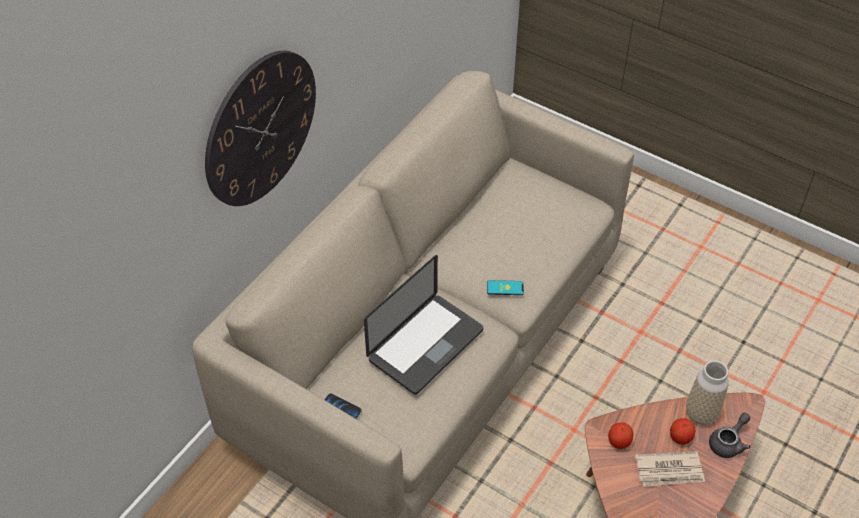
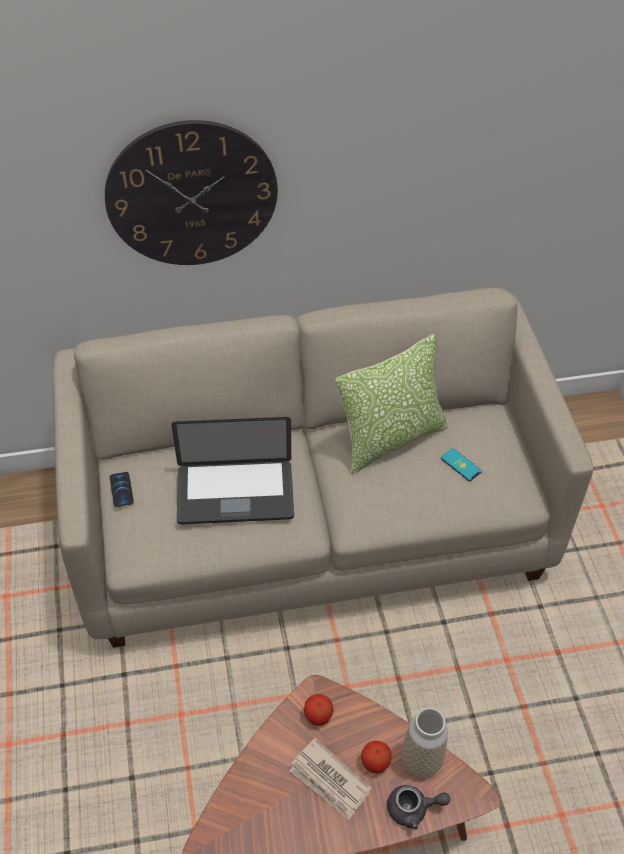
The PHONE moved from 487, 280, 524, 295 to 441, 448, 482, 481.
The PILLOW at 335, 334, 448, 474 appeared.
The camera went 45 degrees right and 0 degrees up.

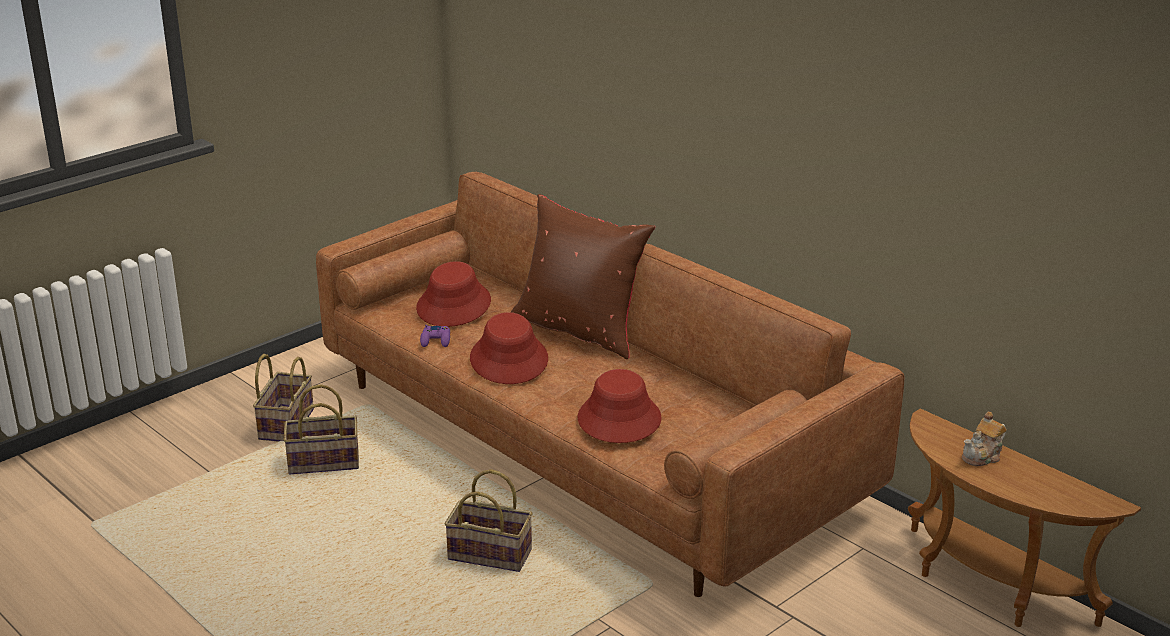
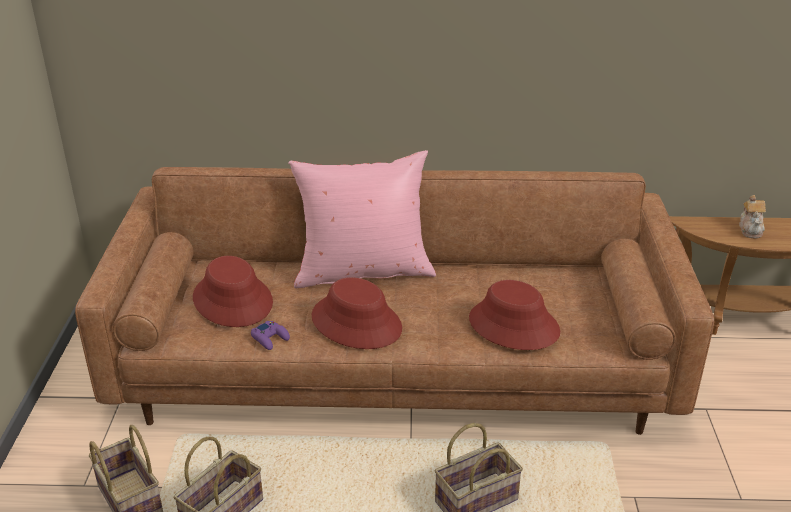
The BROWN PILLOW at 511, 194, 655, 359 became the PINK PILLOW at 288, 150, 436, 288.
The camera went 45 degrees left and 5 degrees up.

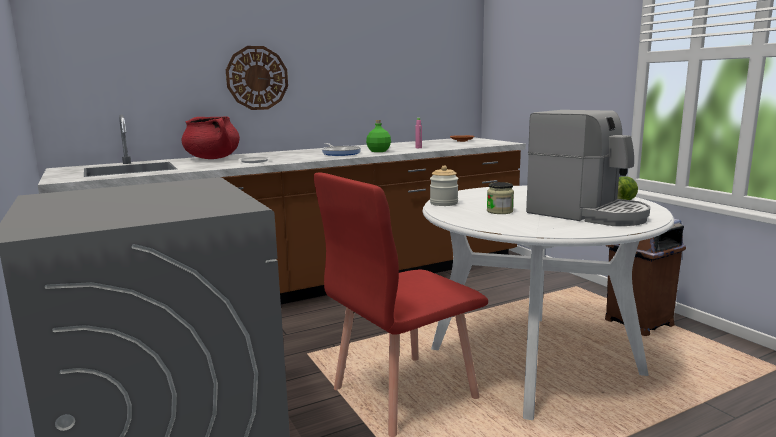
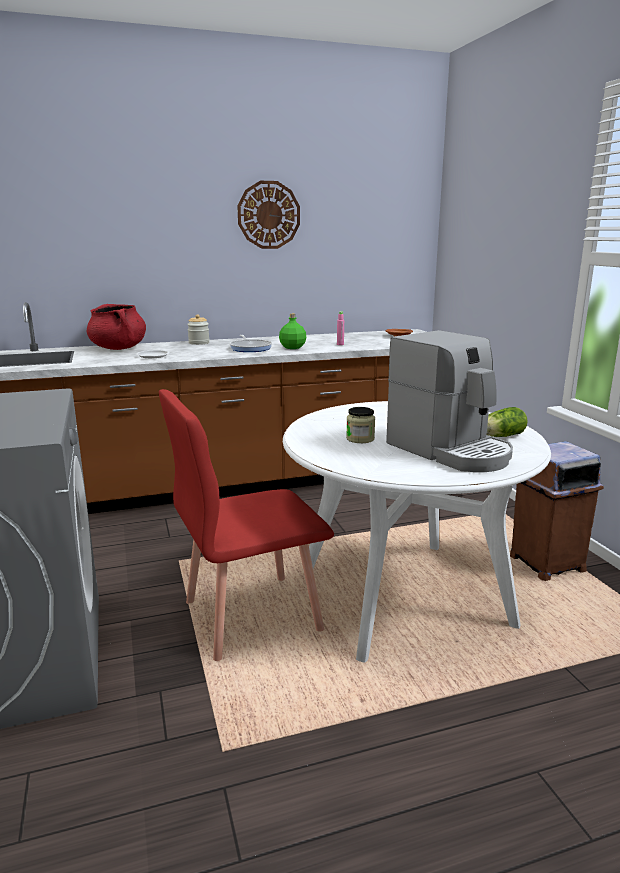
The WALL CLOCK moved from 226, 46, 288, 110 to 237, 181, 300, 249.
The JAR moved from 430, 165, 458, 206 to 187, 314, 210, 345.
The camera went 10 degrees right and 5 degrees up.

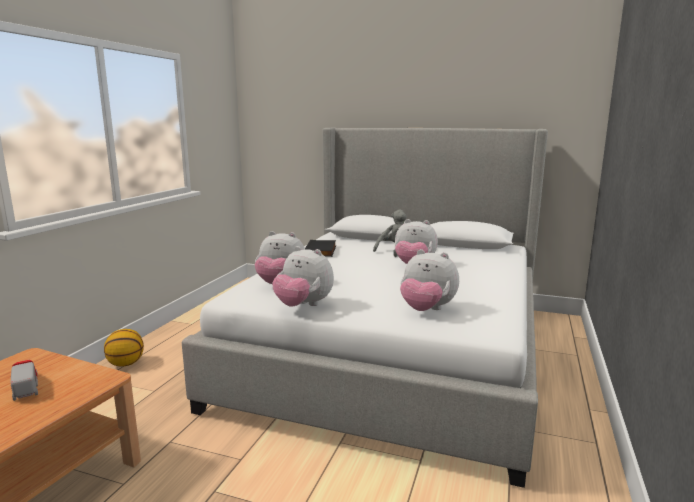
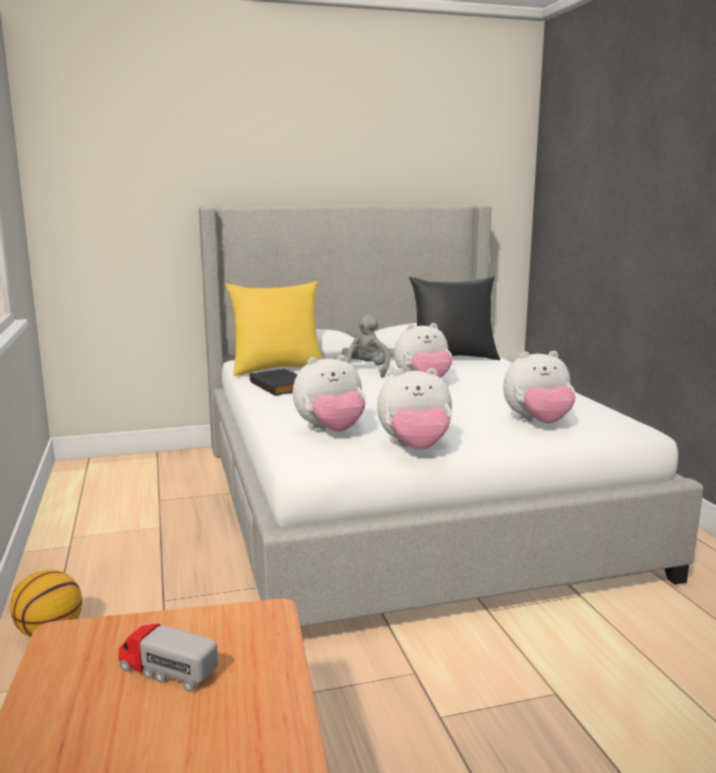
The BLACK PILLOW at 409, 276, 500, 360 appeared.
The YELLOW PILLOW at 225, 281, 323, 376 appeared.
The camera went 35 degrees left and 0 degrees up.

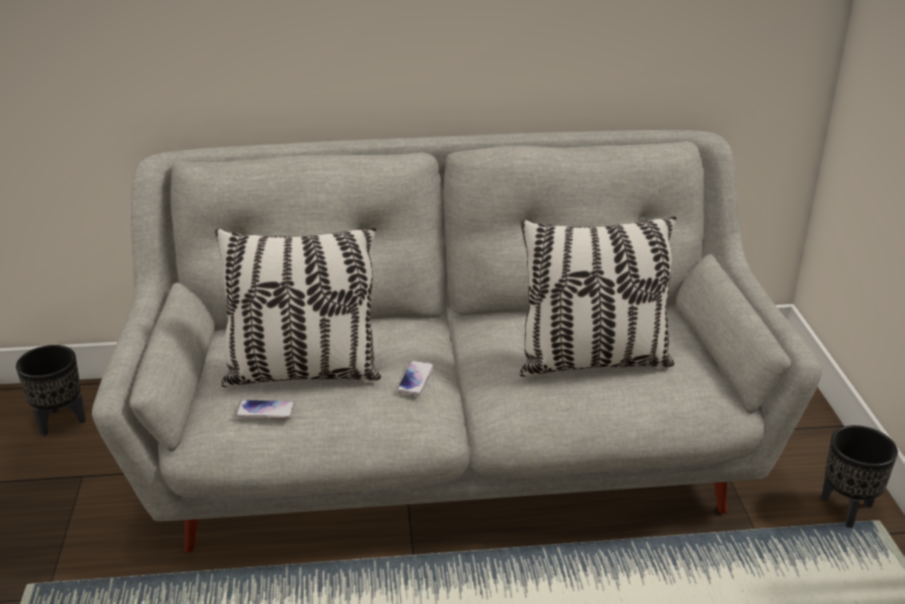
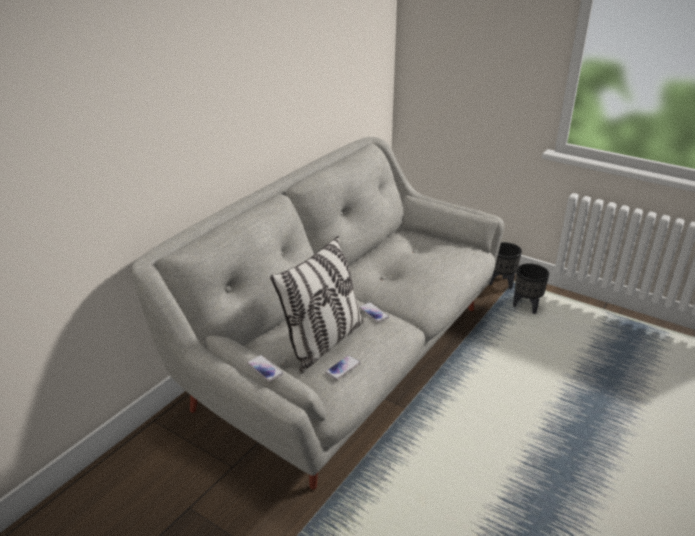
The PILLOW at 519, 216, 676, 377 disappeared.
The BLACK PLANTER moved from 16, 345, 86, 436 to 513, 263, 549, 314.
The PHONE at 247, 355, 284, 382 appeared.
The camera went 50 degrees left and 0 degrees up.

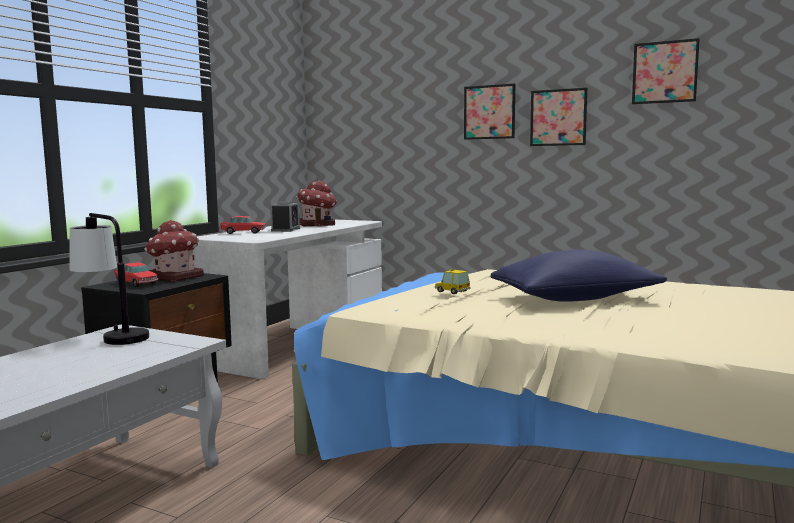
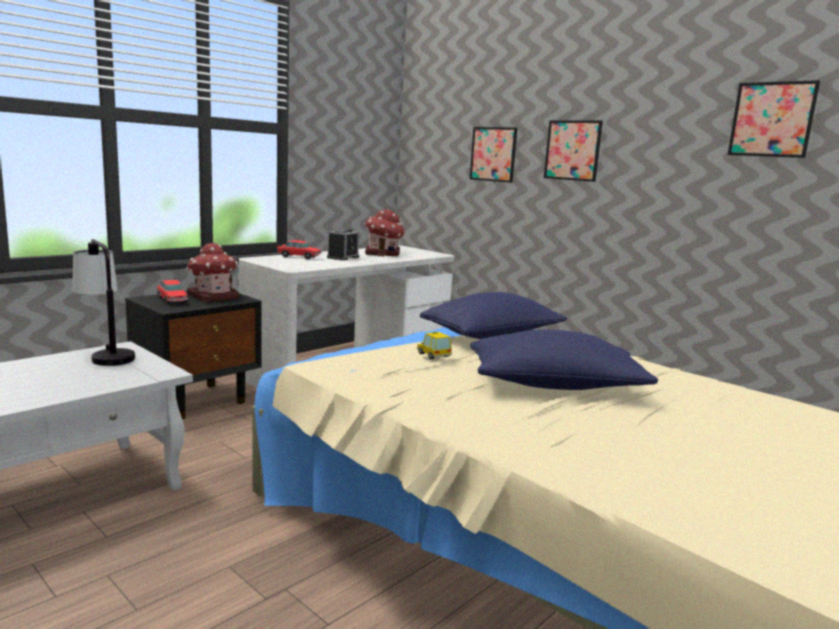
The PICTURE moved from 530, 88, 587, 146 to 470, 127, 517, 183.
The BLUE PILLOW at 420, 292, 567, 339 appeared.
The camera went 15 degrees right and 5 degrees up.

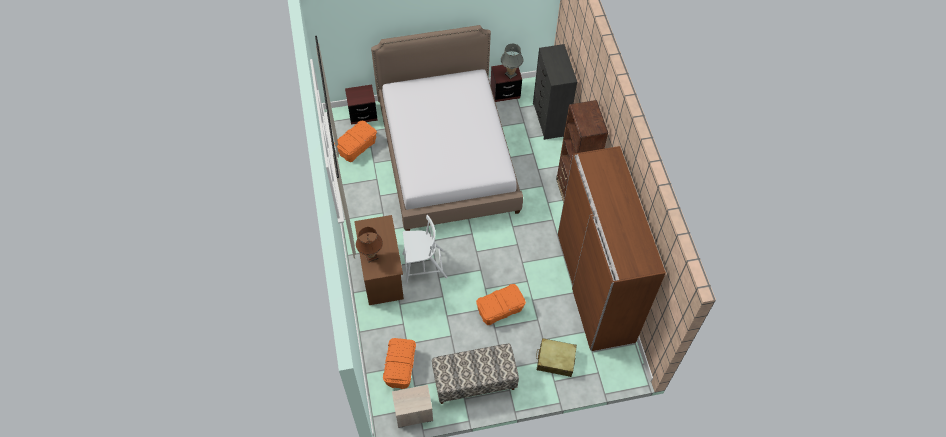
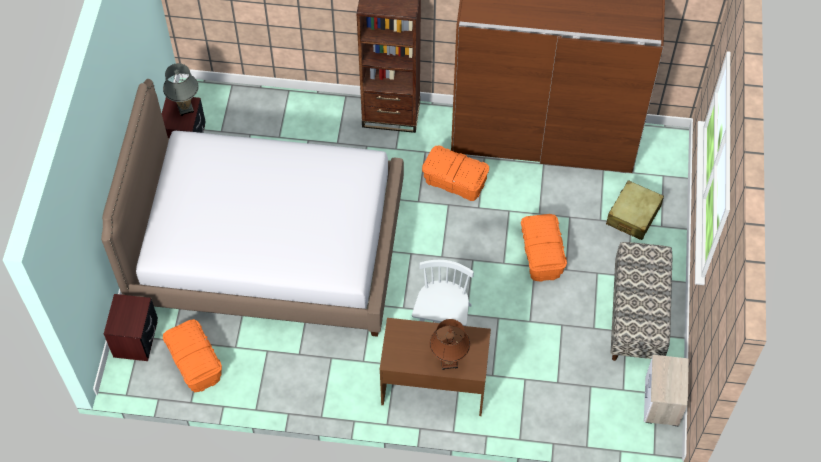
The BLACK DRESSER at 533, 44, 577, 140 disappeared.
The ORANGE STORAGE BOX moved from 383, 338, 416, 389 to 422, 146, 489, 201.
The camera went 70 degrees left and 0 degrees up.

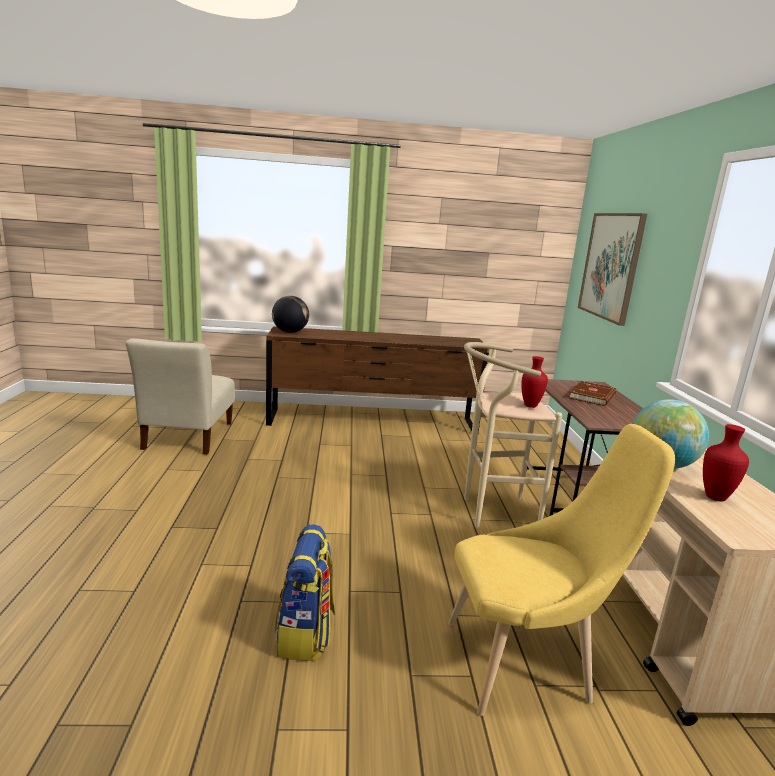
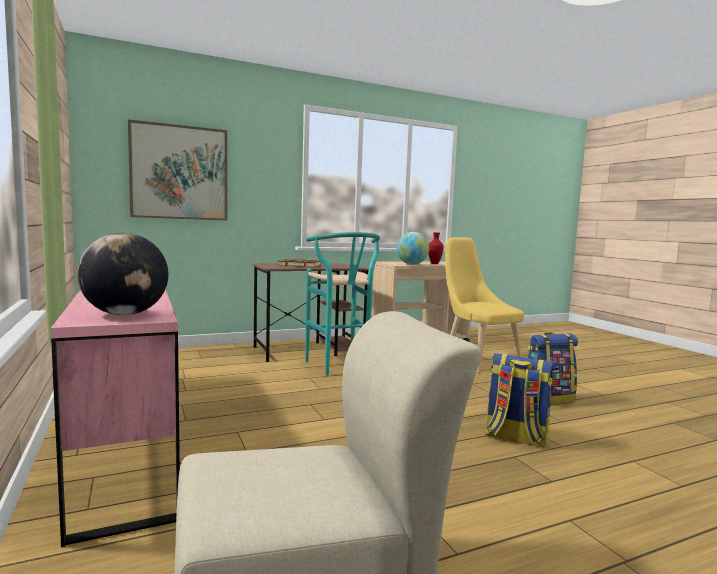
The BROWN DRESSER at 266, 326, 489, 433 became the PINK DRESSER at 51, 289, 180, 547.
The BEIGE STOOL at 464, 342, 562, 528 became the TURQUOISE STOOL at 305, 232, 380, 376.
The RED VASE at 521, 356, 548, 408 disappeared.
The BACKPACK at 485, 353, 554, 447 appeared.
The camera went 110 degrees left and 10 degrees down.

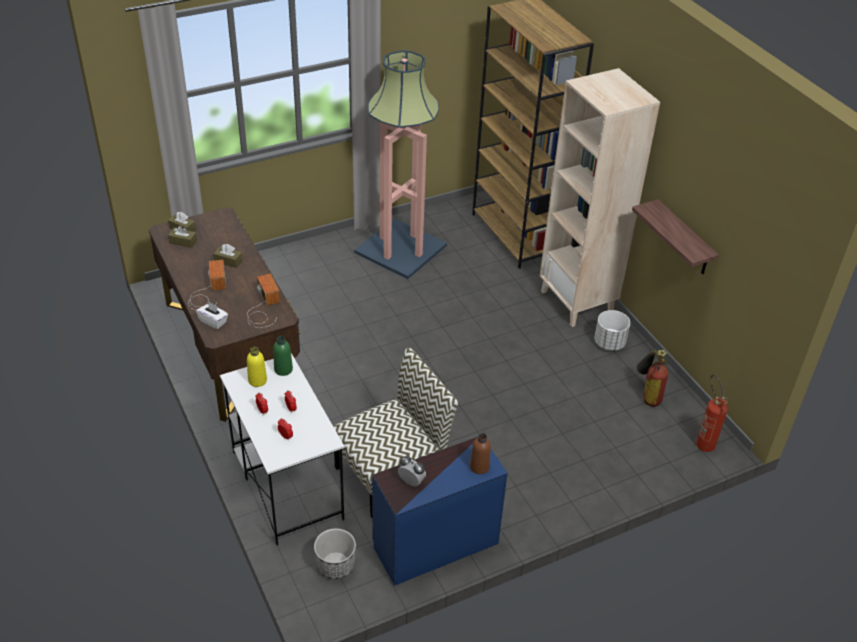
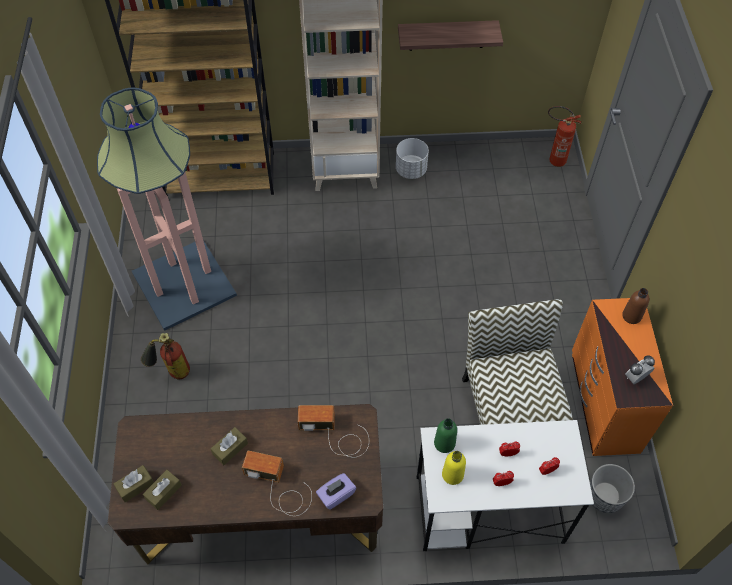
The WHITE TISSUE BOX at 196, 302, 228, 329 became the PURPLE TISSUE BOX at 316, 473, 356, 510.
The FIRE EXTINGUISHER moved from 636, 350, 668, 407 to 141, 333, 190, 379.
The BLUE DRESSER at 372, 437, 508, 586 became the ORANGE DRESSER at 572, 298, 673, 456.
The camera went 65 degrees left and 15 degrees up.

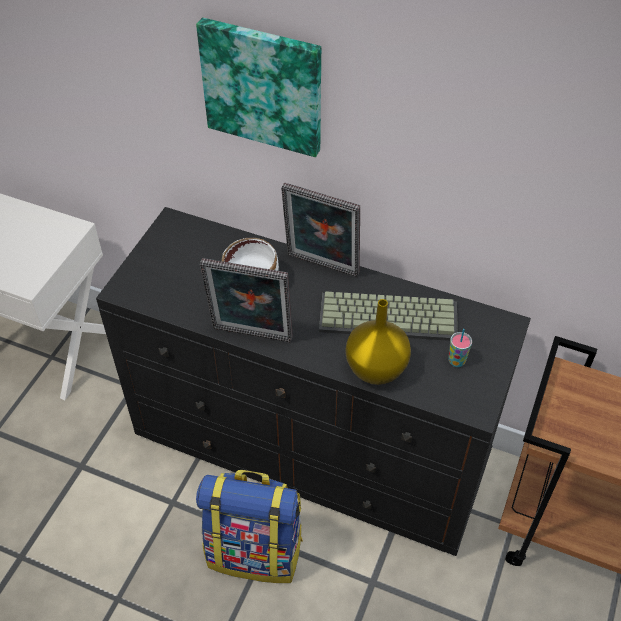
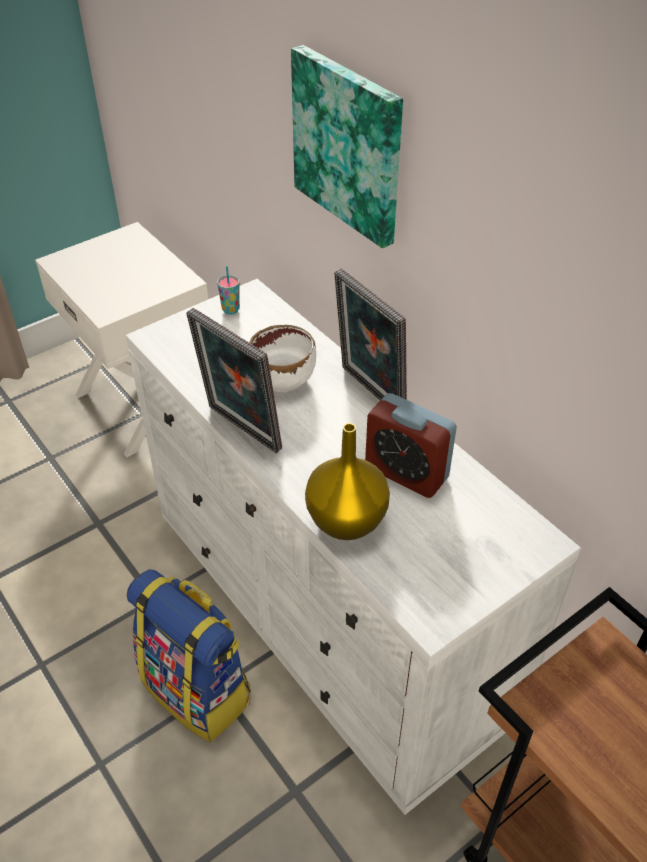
The BLACK DRESSER at 96, 207, 531, 556 became the WHITE DRESSER at 126, 279, 581, 815.
The KEYBOARD at 319, 291, 458, 341 was replaced by the ALARM CLOCK at 365, 393, 457, 498.
The CUP moved from 448, 329, 472, 367 to 217, 266, 240, 315.
The camera went 30 degrees right and 5 degrees down.

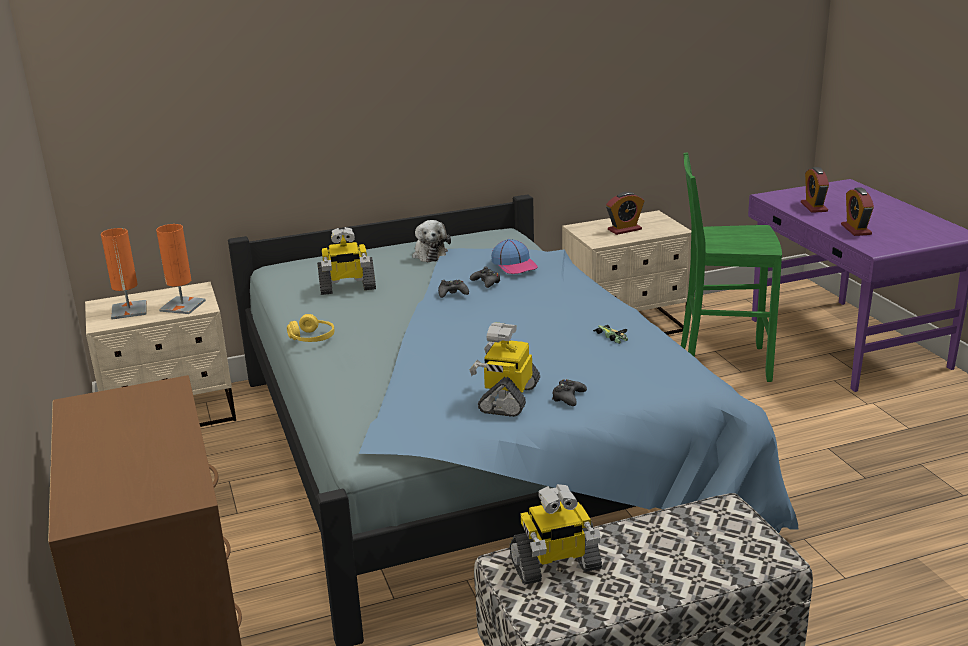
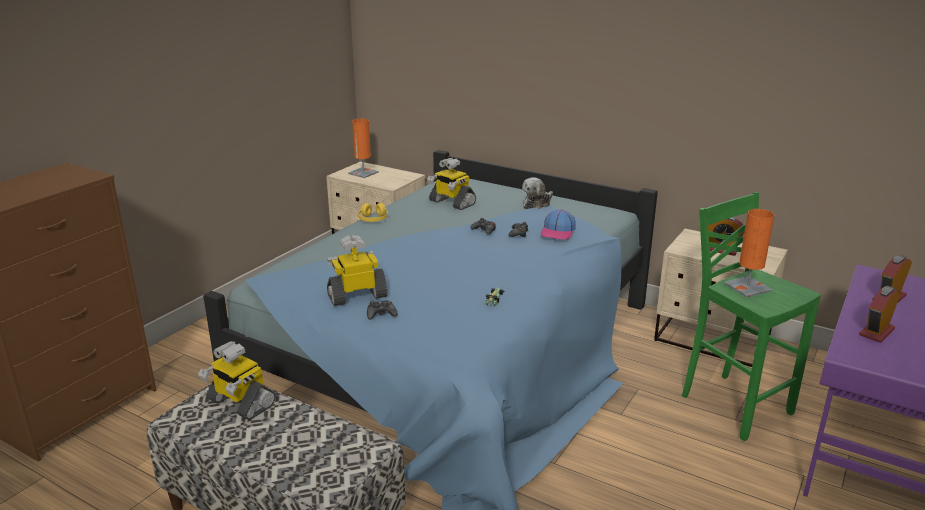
The ORANGE TABLE LAMP moved from 156, 224, 206, 314 to 724, 209, 774, 298.
The camera went 50 degrees right and 0 degrees up.

